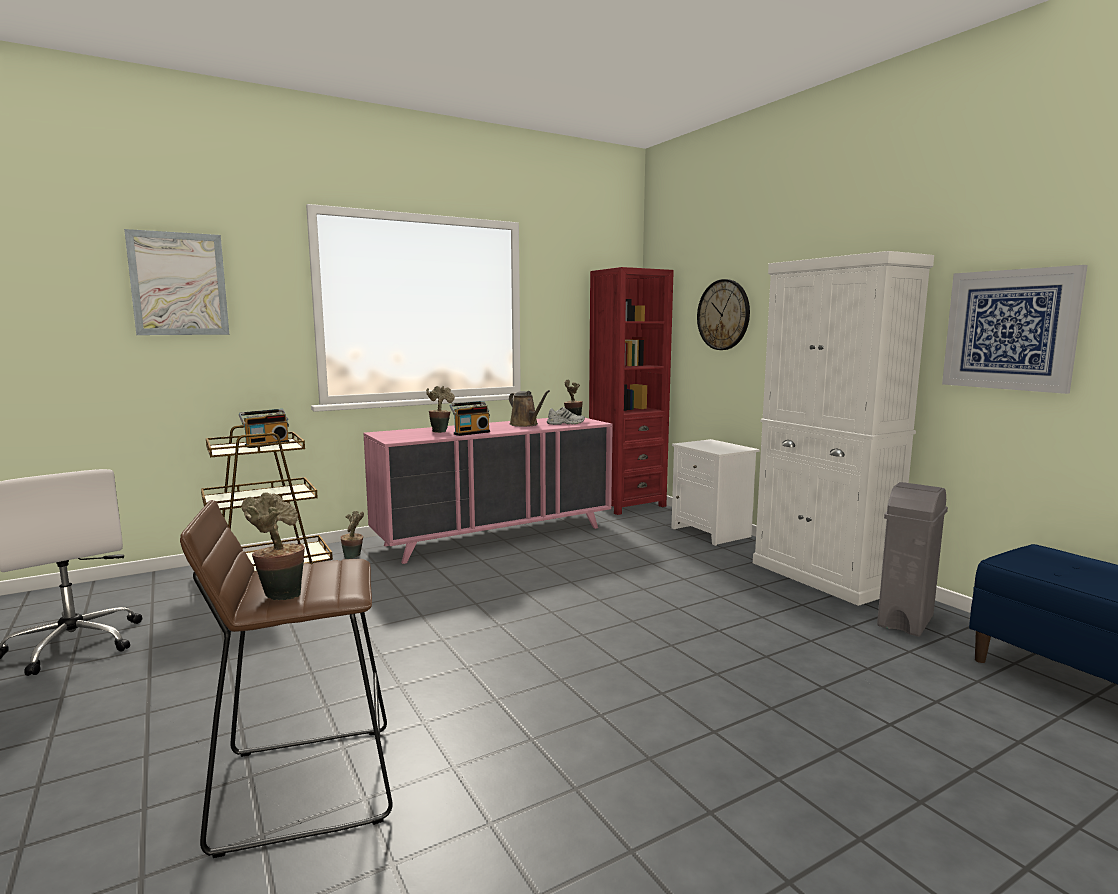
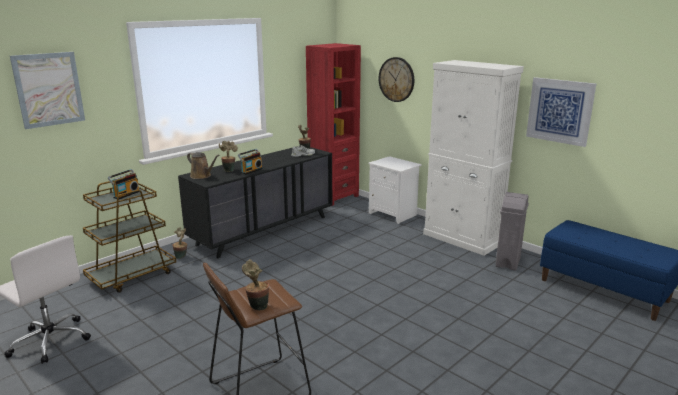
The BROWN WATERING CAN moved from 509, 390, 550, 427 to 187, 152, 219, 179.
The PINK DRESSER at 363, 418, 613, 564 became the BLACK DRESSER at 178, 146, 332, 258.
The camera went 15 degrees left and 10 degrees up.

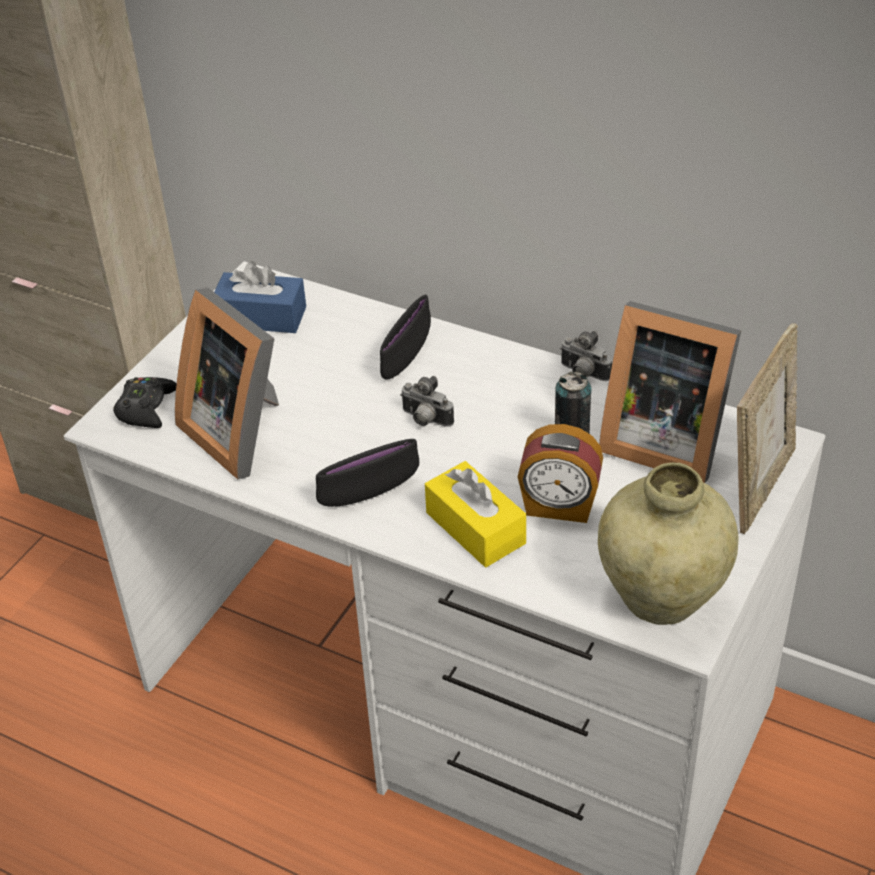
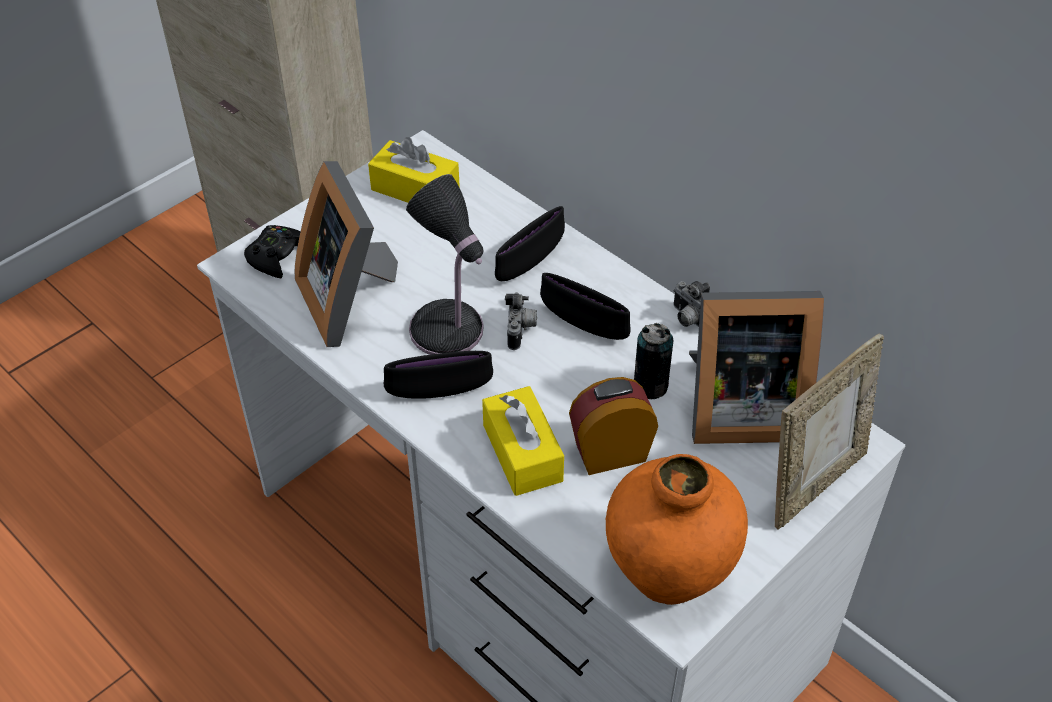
The BLUE TISSUE BOX at 214, 261, 306, 333 became the YELLOW TISSUE BOX at 368, 137, 460, 203.
The PICTURE FRAME at 599, 301, 741, 483 turned 45 degrees counterclockwise.
The PHOTO CAMERA at 400, 376, 454, 427 turned 135 degrees counterclockwise.
The ALARM CLOCK at 518, 424, 603, 523 turned 135 degrees clockwise.
The BEIGE VASE at 598, 462, 738, 625 became the ORANGE VASE at 606, 454, 748, 605.
The TABLE LAMP at 406, 174, 484, 355 appeared.
The BLACK BOWL at 540, 273, 631, 340 appeared.
The camera went 15 degrees right and 5 degrees up.

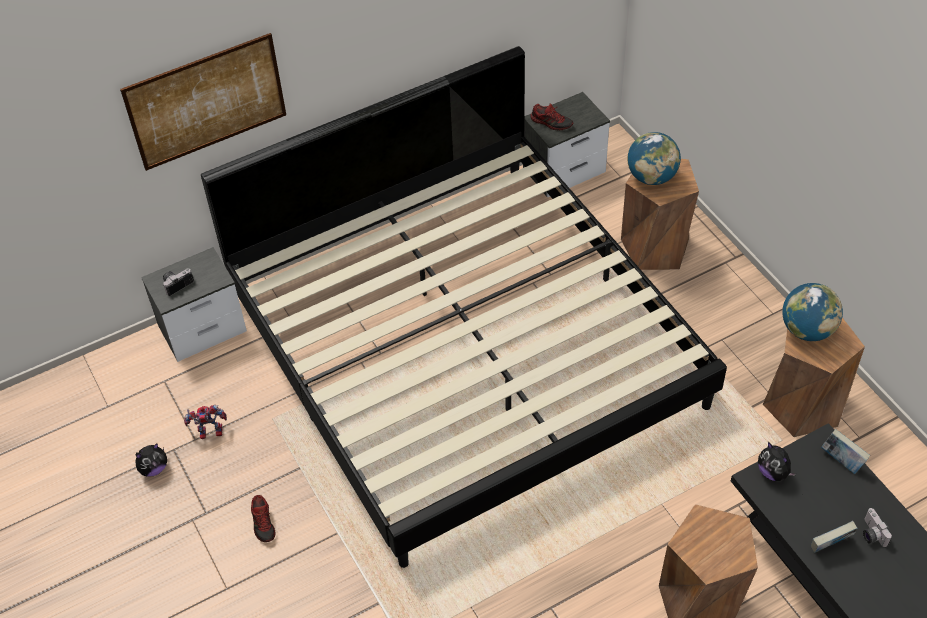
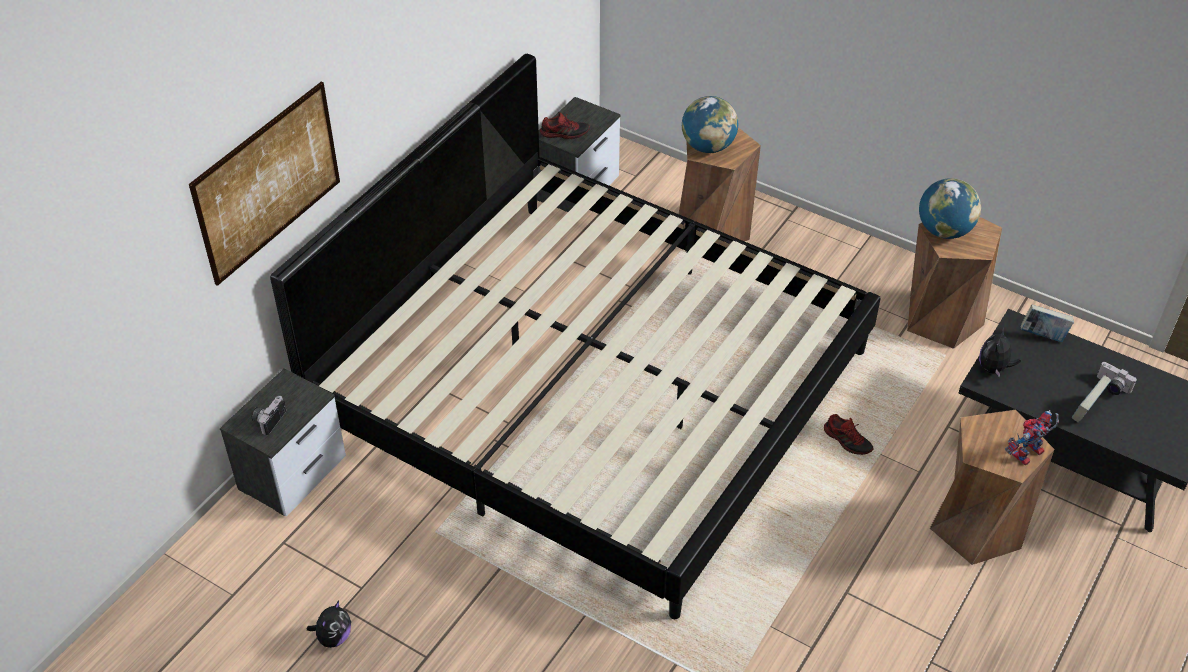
The TOY ROBOT moved from 184, 405, 227, 439 to 1005, 410, 1059, 465.
The PLUSH TOY at 758, 442, 797, 481 turned 90 degrees clockwise.
The SHOE moved from 251, 495, 275, 542 to 824, 414, 874, 455.
The camera went 30 degrees left and 5 degrees down.

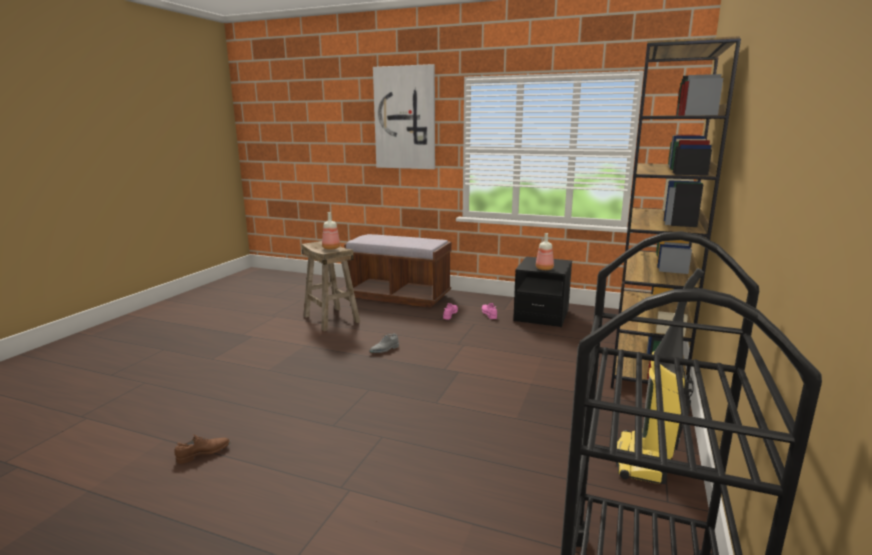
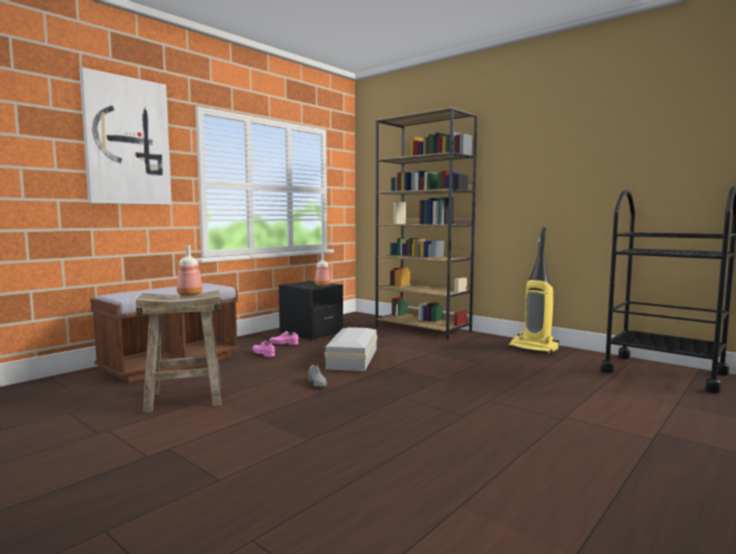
The BROWN SHOE at 175, 435, 230, 464 disappeared.
The WHITE STORAGE BOX at 324, 327, 377, 371 appeared.
The camera went 70 degrees left and 10 degrees down.

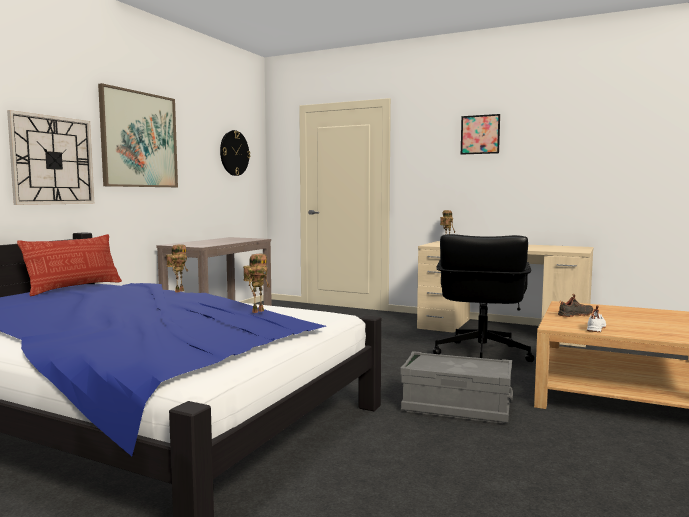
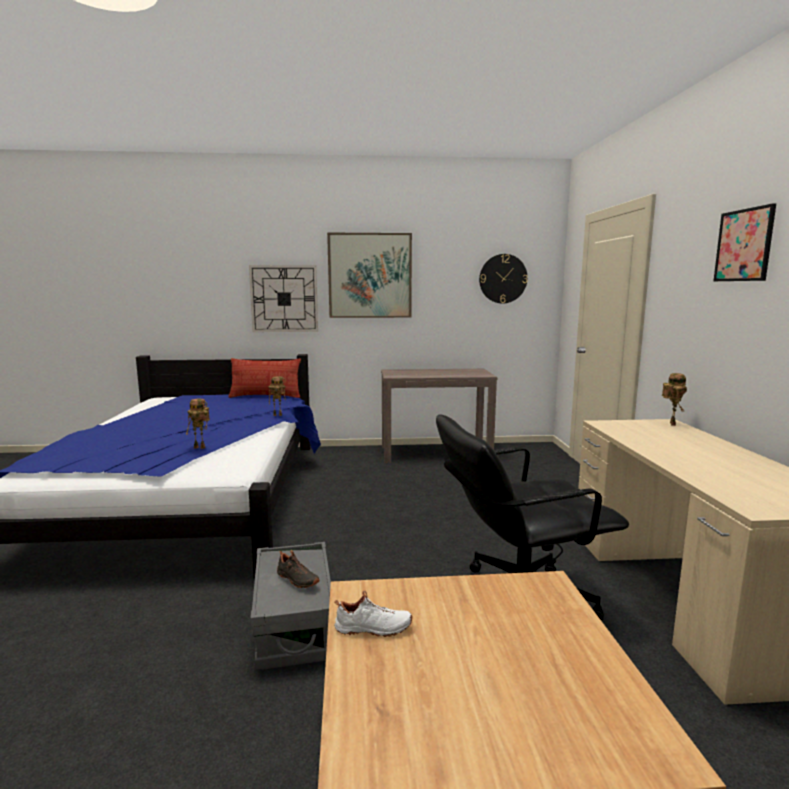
The BLACK SHOE moved from 558, 294, 593, 317 to 277, 550, 319, 588.
The camera went 60 degrees right and 5 degrees up.

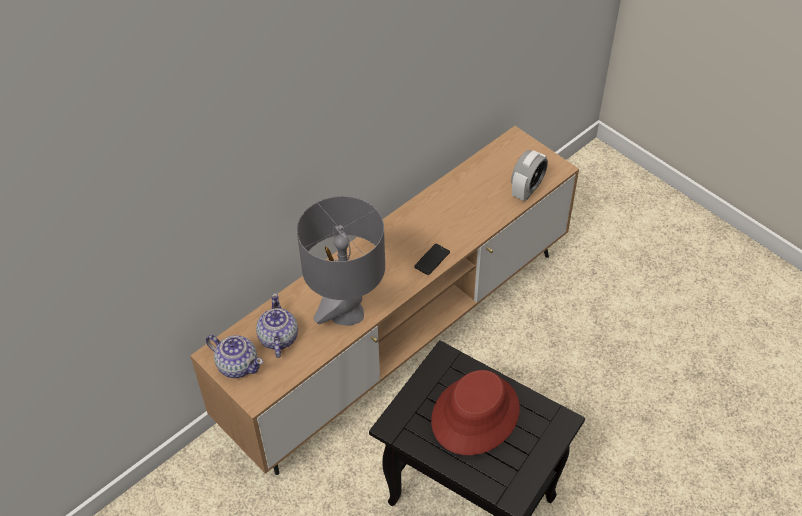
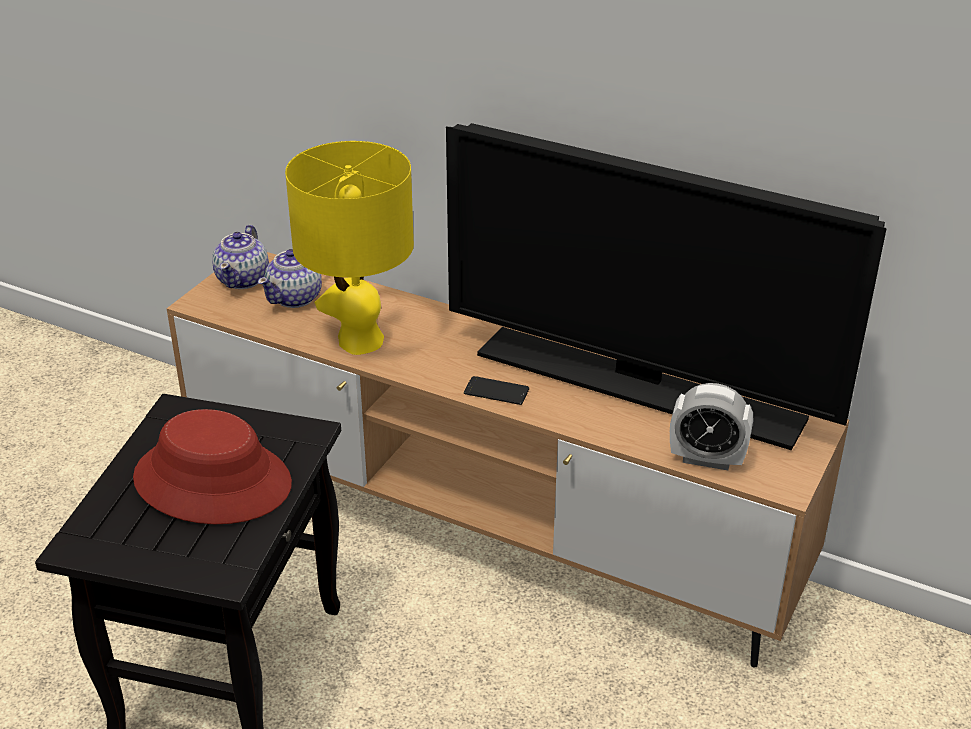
The GREY TABLE LAMP at 297, 196, 385, 326 became the YELLOW TABLE LAMP at 285, 141, 414, 355.
The TEAPOT at 256, 293, 298, 358 turned 150 degrees clockwise.
The TELEVISION at 446, 123, 887, 450 appeared.
The camera went 70 degrees right and 15 degrees down.

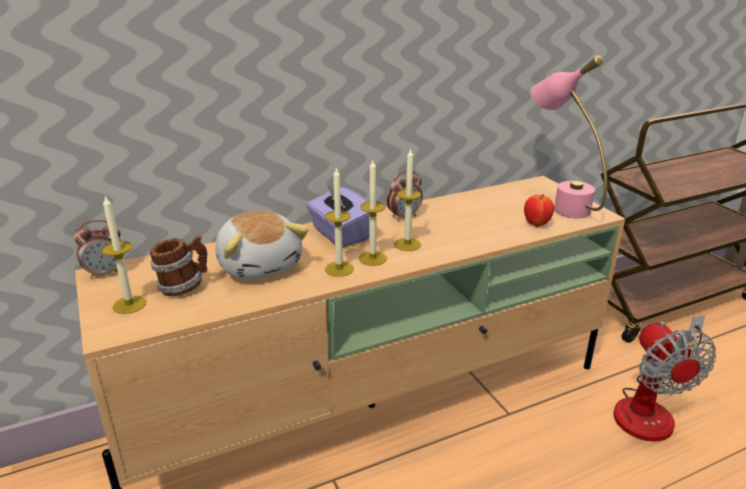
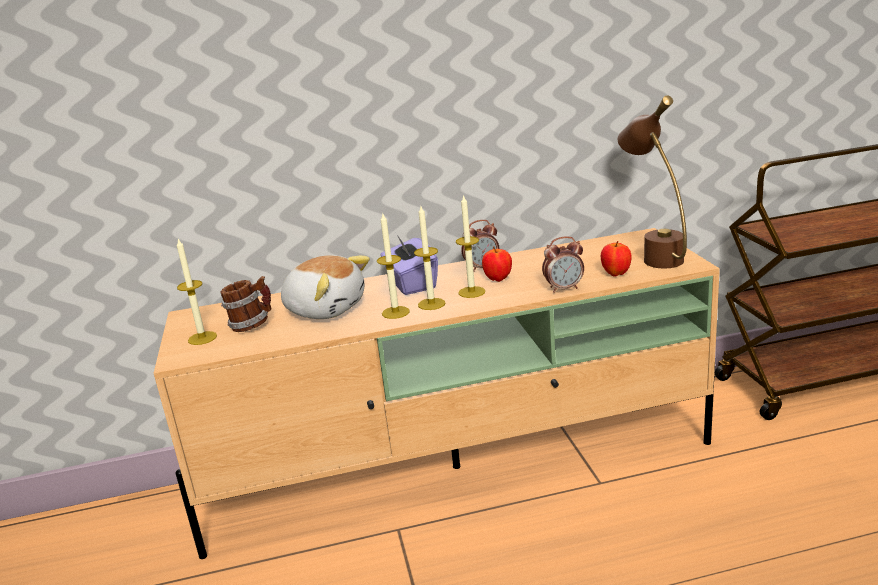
The PINK TABLE LAMP at 531, 55, 607, 219 became the BROWN TABLE LAMP at 618, 96, 687, 268.
The PLUSH TOY at 215, 210, 309, 280 turned 45 degrees counterclockwise.
The ALARM CLOCK moved from 74, 220, 124, 279 to 542, 236, 584, 293.
The FAN at 613, 315, 716, 442 disappeared.
The APPLE at 482, 247, 512, 282 appeared.
The camera went 15 degrees right and 5 degrees down.

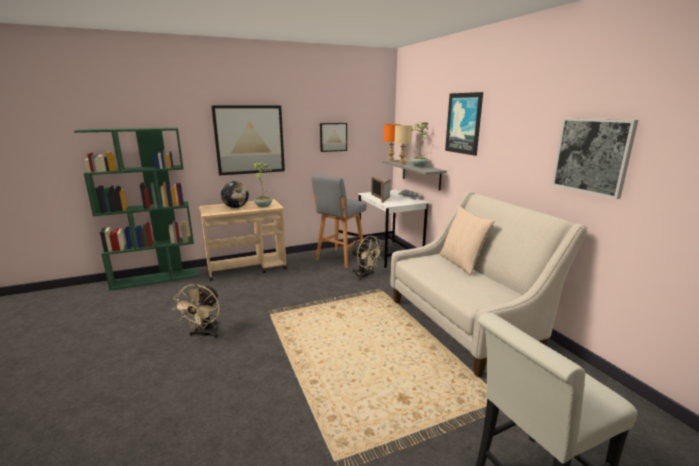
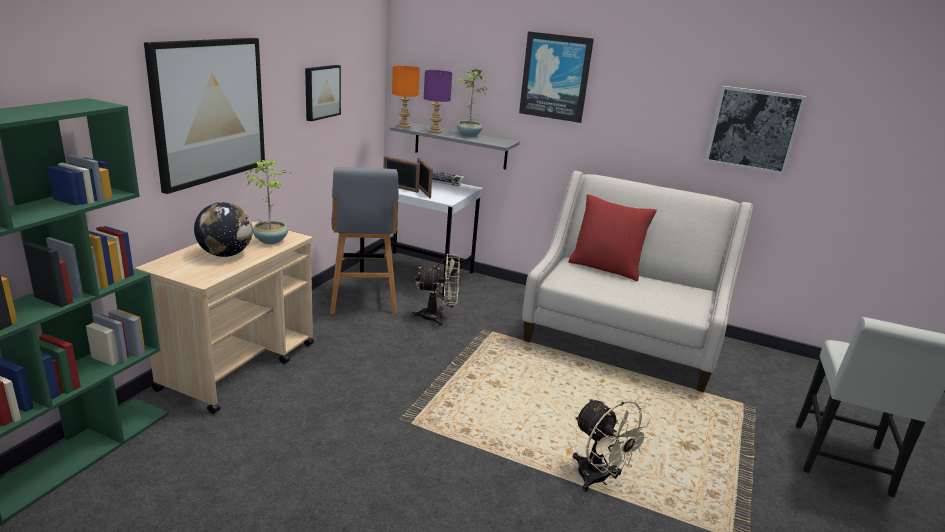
The BEIGE TABLE LAMP at 394, 125, 413, 164 became the PURPLE TABLE LAMP at 424, 70, 452, 133.
The BEIGE PILLOW at 439, 206, 494, 276 became the RED PILLOW at 568, 194, 657, 281.
The BEIGE FAN moved from 173, 284, 220, 338 to 573, 399, 653, 492.
The camera went 45 degrees left and 5 degrees up.

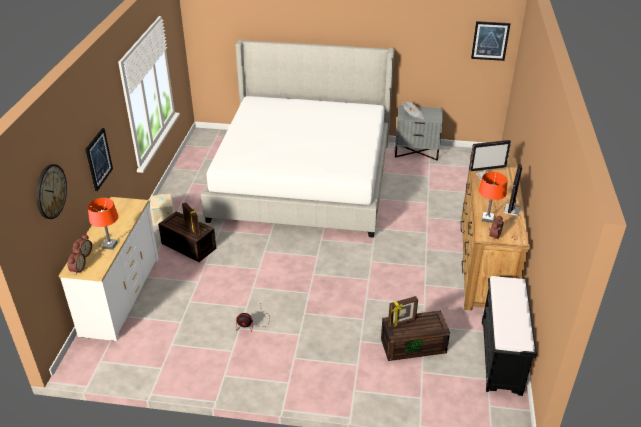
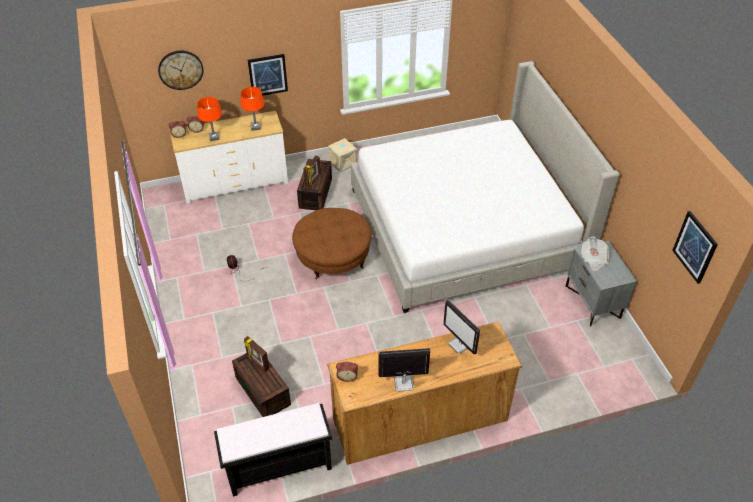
The ORANGE TABLE LAMP moved from 479, 172, 507, 223 to 241, 87, 264, 131.
The BROWN OTTOMAN at 292, 208, 372, 279 appeared.
The camera went 65 degrees right and 10 degrees up.

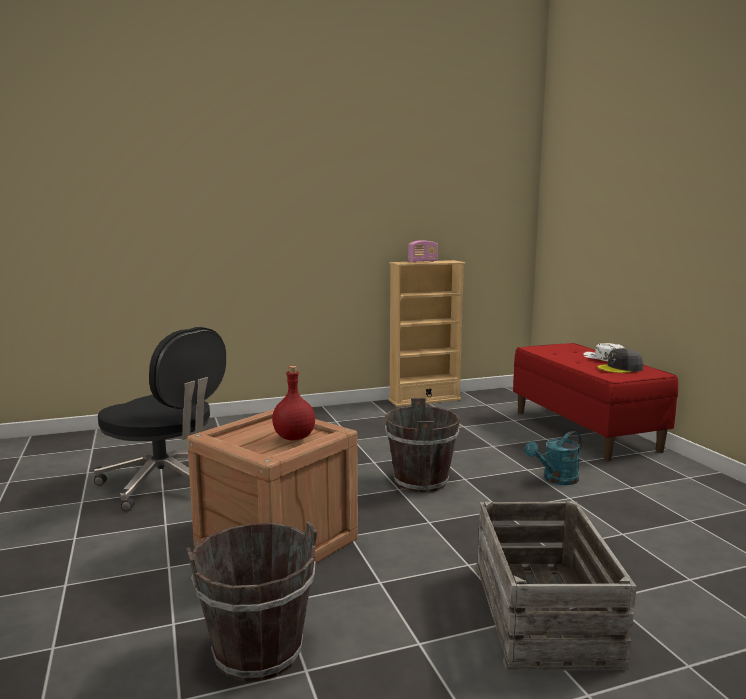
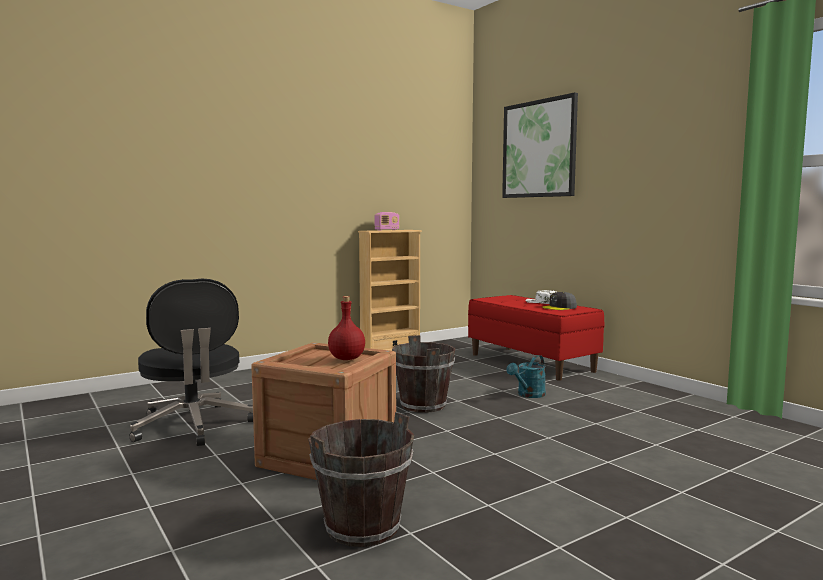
The BLACK OFFICE CHAIR at 94, 327, 226, 511 turned 45 degrees clockwise.
The CRATE at 476, 501, 636, 671 disappeared.
The PICTURE at 502, 92, 578, 198 appeared.
The camera went 15 degrees left and 5 degrees down.

